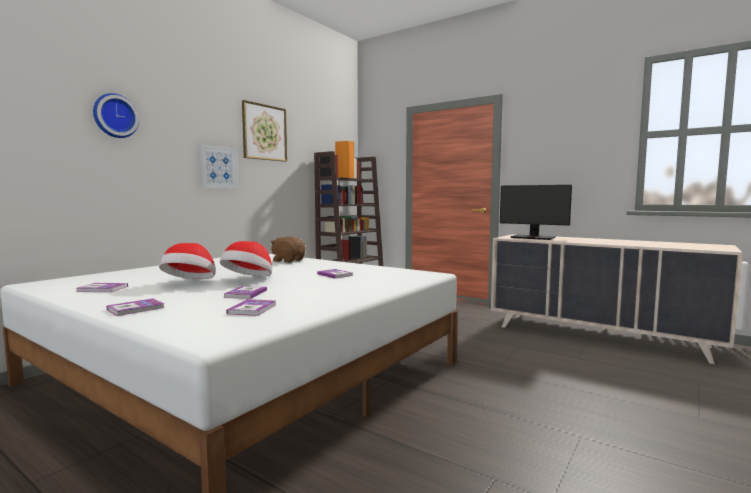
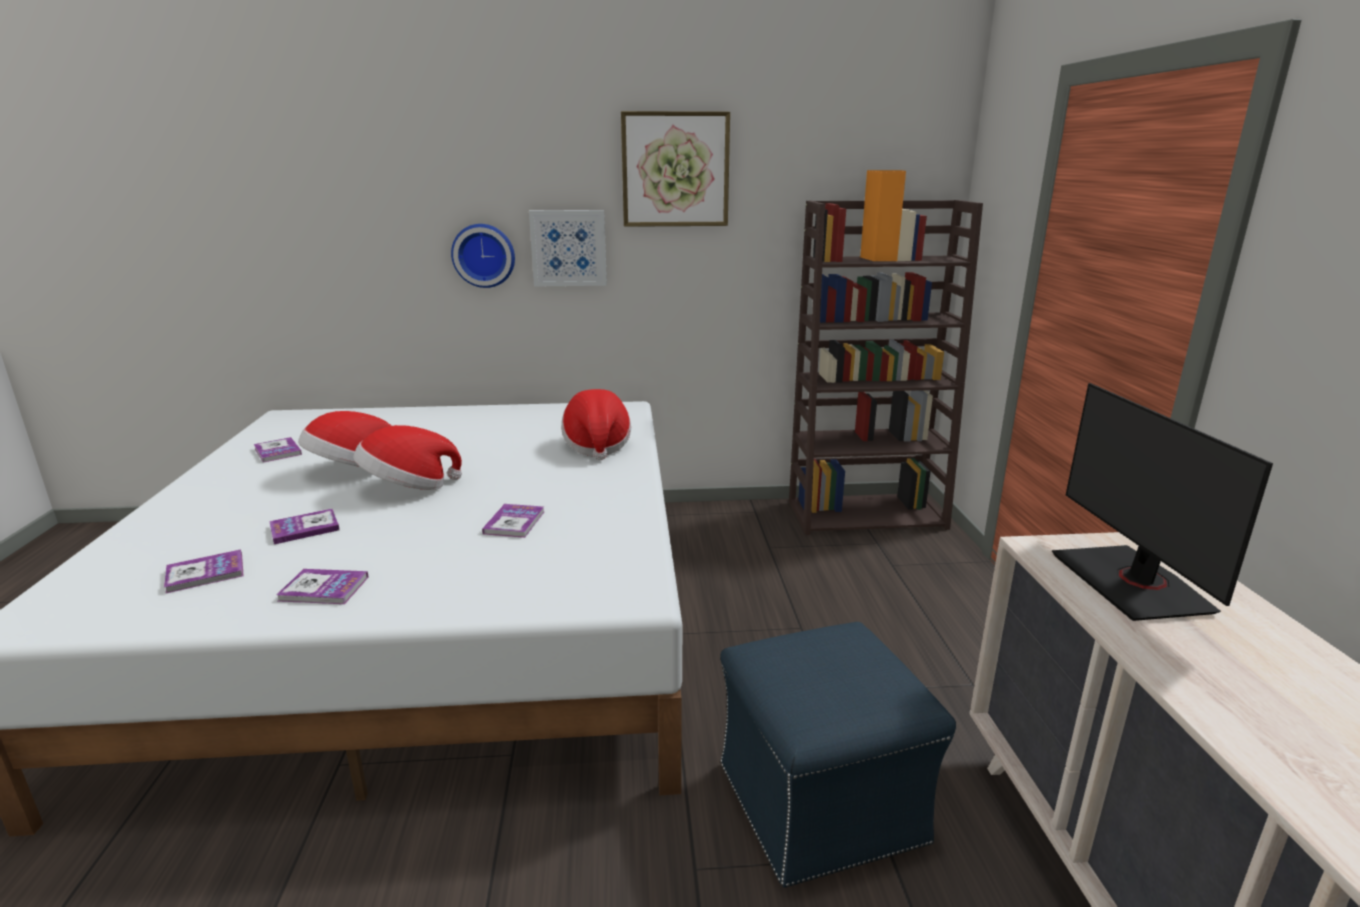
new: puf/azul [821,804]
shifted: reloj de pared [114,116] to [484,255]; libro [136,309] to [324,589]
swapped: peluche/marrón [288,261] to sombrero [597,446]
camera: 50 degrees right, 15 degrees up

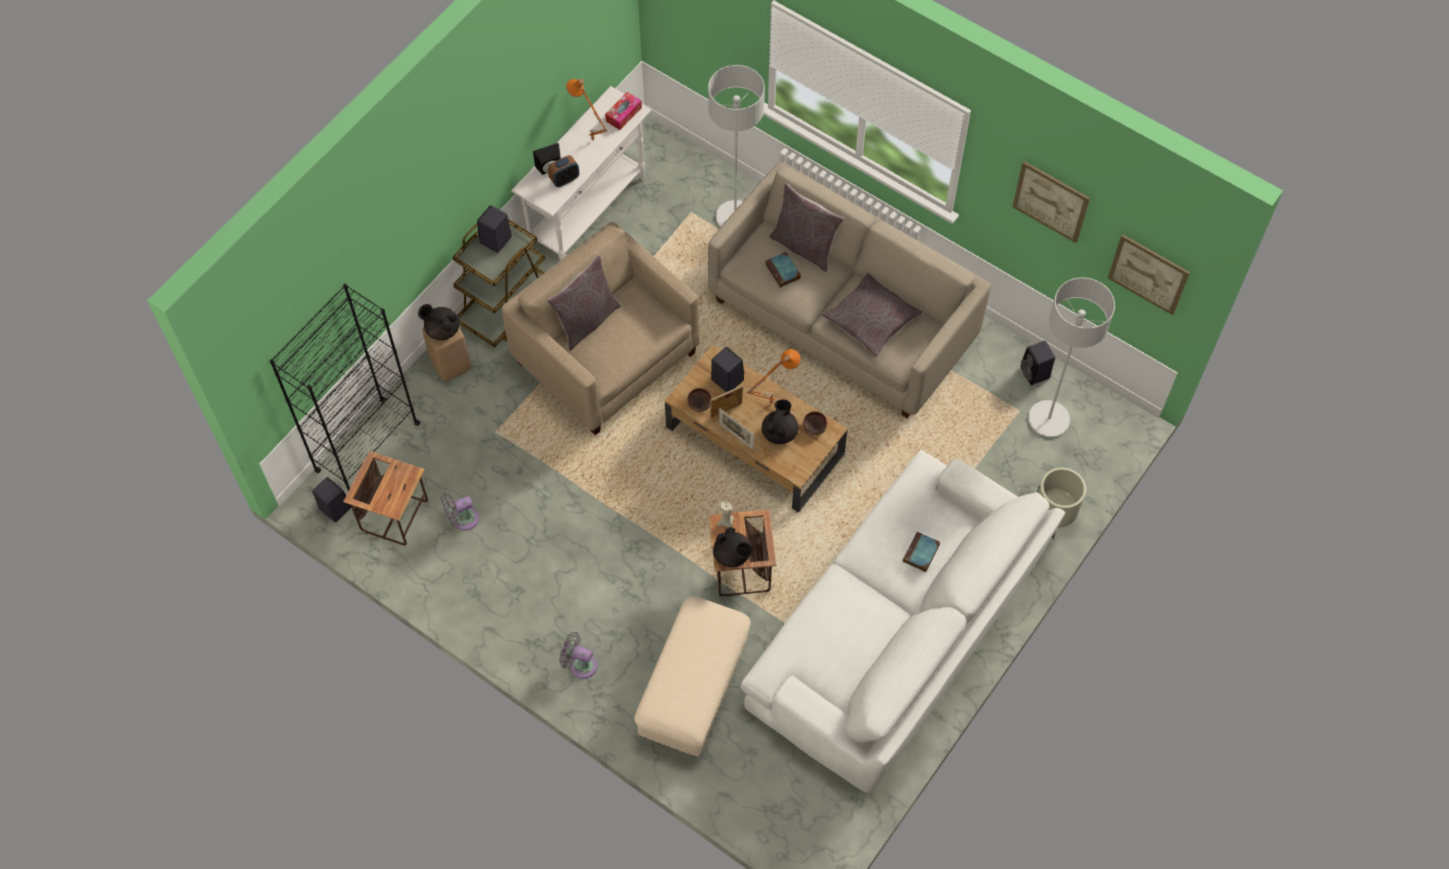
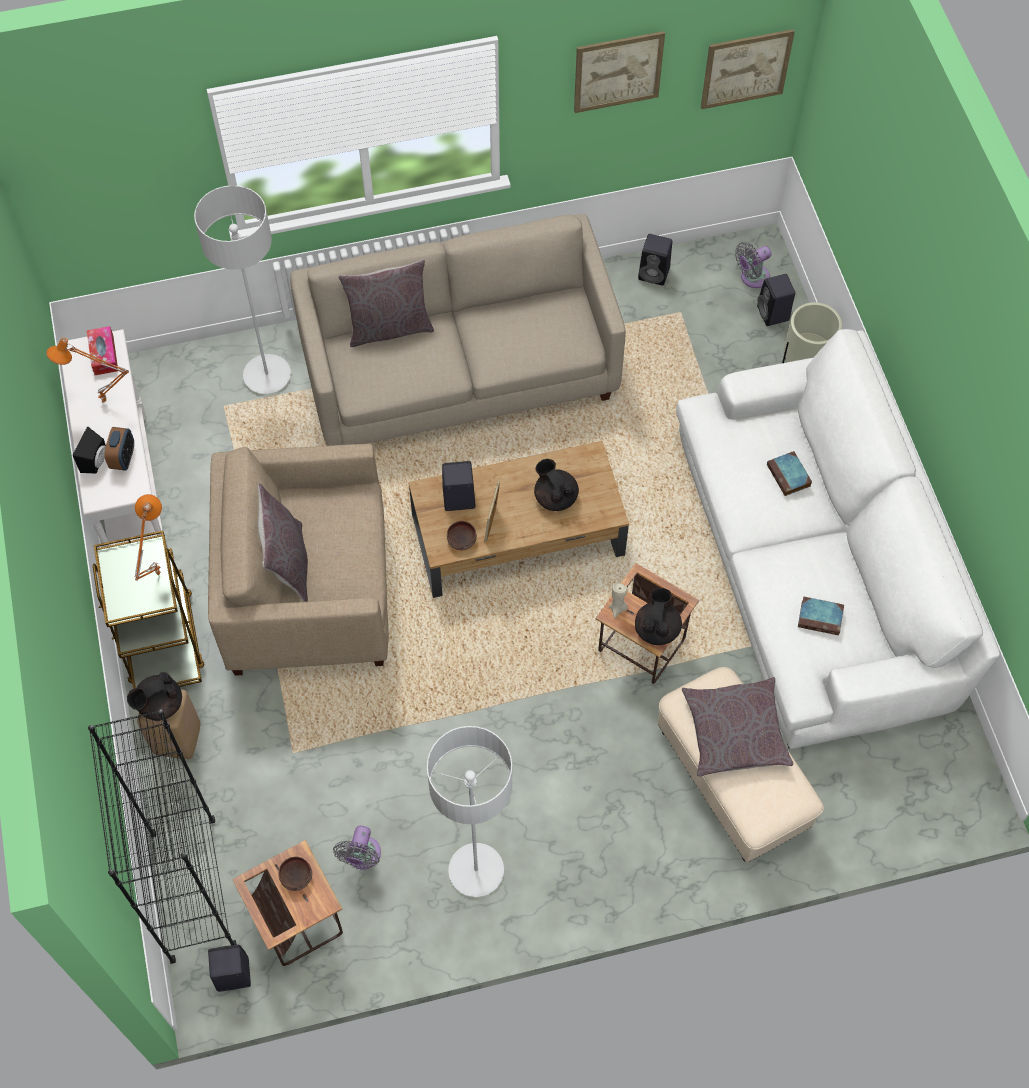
gone: portarretratos [736,437]
shifted: altavoz/negro [495,241] to [773,314]; libro [783,272] to [821,617]; cojín/gris [871,319] to [735,732]; lámpara de pie/gris [1048,419] to [476,870]; lámpara de mesa/naranja [771,402] to [157,573]; cuenco/marrón [814,427] to [297,877]; ventilador/gris [580,664] to [752,278]
rotated: tetera/negro [732,555] = [657,628] 75 degrees counterclockwise
camera: 50 degrees left, 0 degrees up

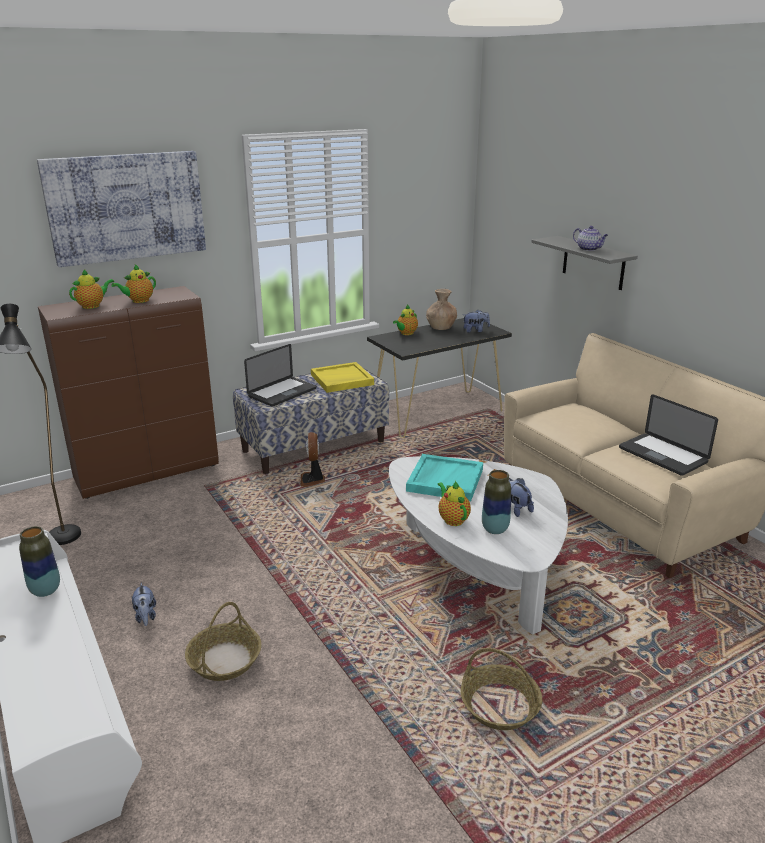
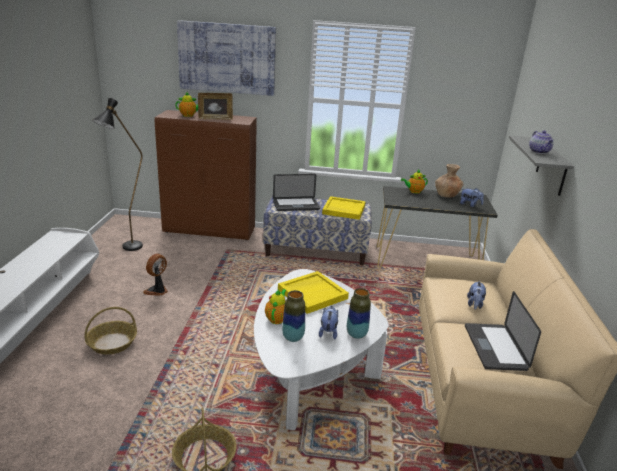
shifted: ventilador [312,480] to [157,291]; florero [45,590] to [356,334]; peluche [146,617] to [474,305]
swapped: tetera [138,301] to portarretratos [215,118]
repainted: bandeja/turquesa [444,480] to bandeja/amarillo [312,293]
camera: 35 degrees right, 0 degrees up

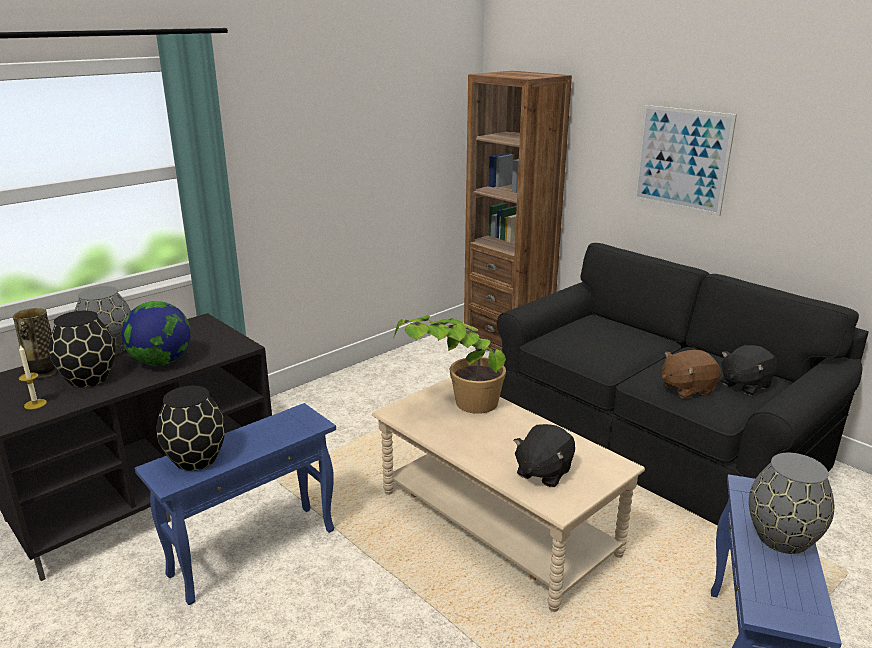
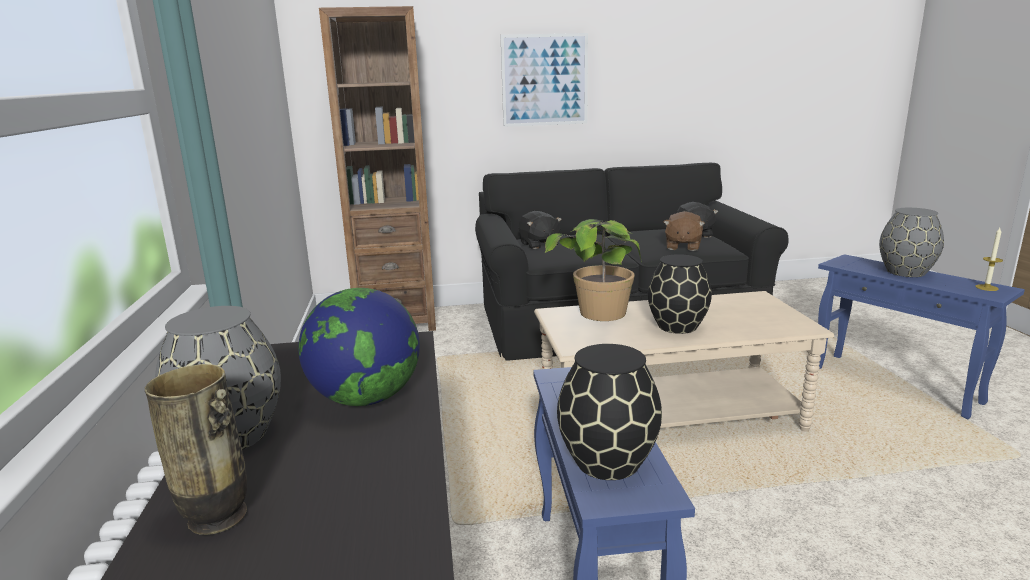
shifted: florero/negro [88,379] to [678,326]; vela [35,404] to [986,287]; peluche/negro [543,472] to [539,244]
camera: 55 degrees left, 5 degrees down

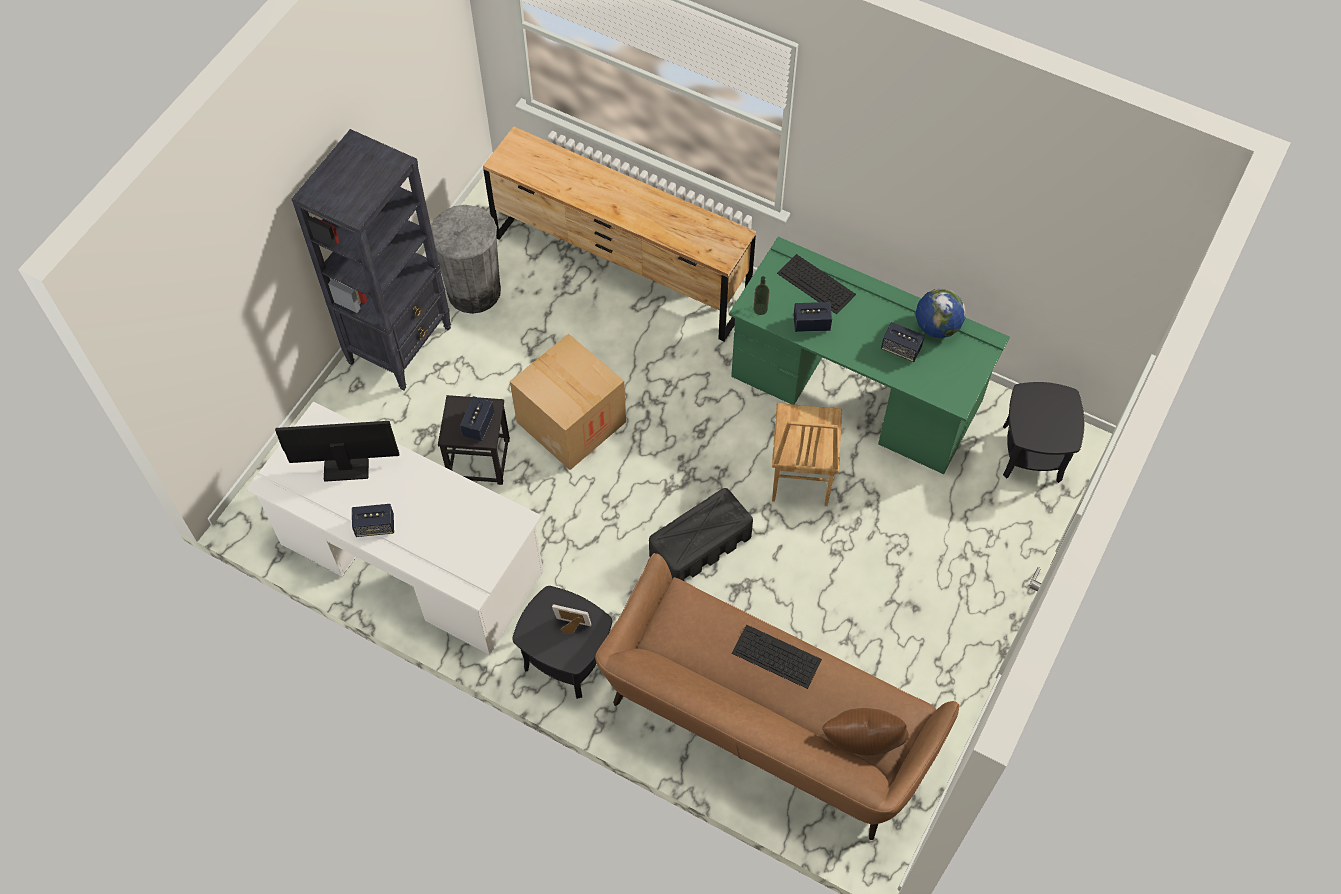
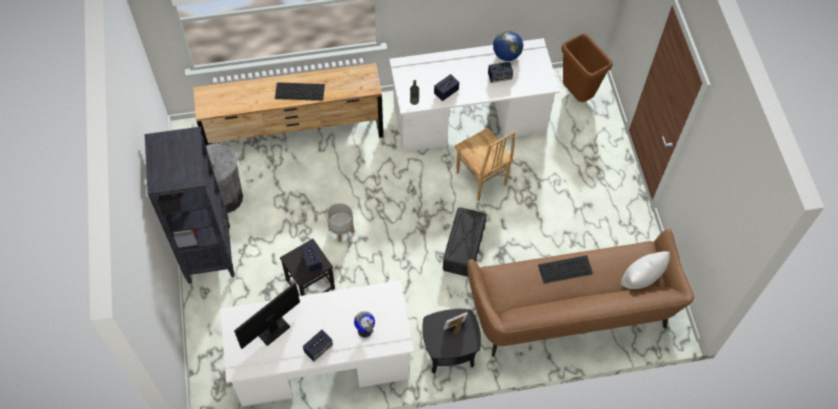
new: globo terráqueo [365,330]
shifted: teclado [817,284] to [300,91]
swapped: caja de cartón [571,422] to maceta/gris [341,231]; mesa auxiliar/negro [1031,453] to papelera/marrón [576,94]
repainted: escritorio/verde [856,389] to escritorio/blanco [469,118]; cojín/marrón [862,746] to cojín/blanco [640,282]
camera: 40 degrees left, 0 degrees up

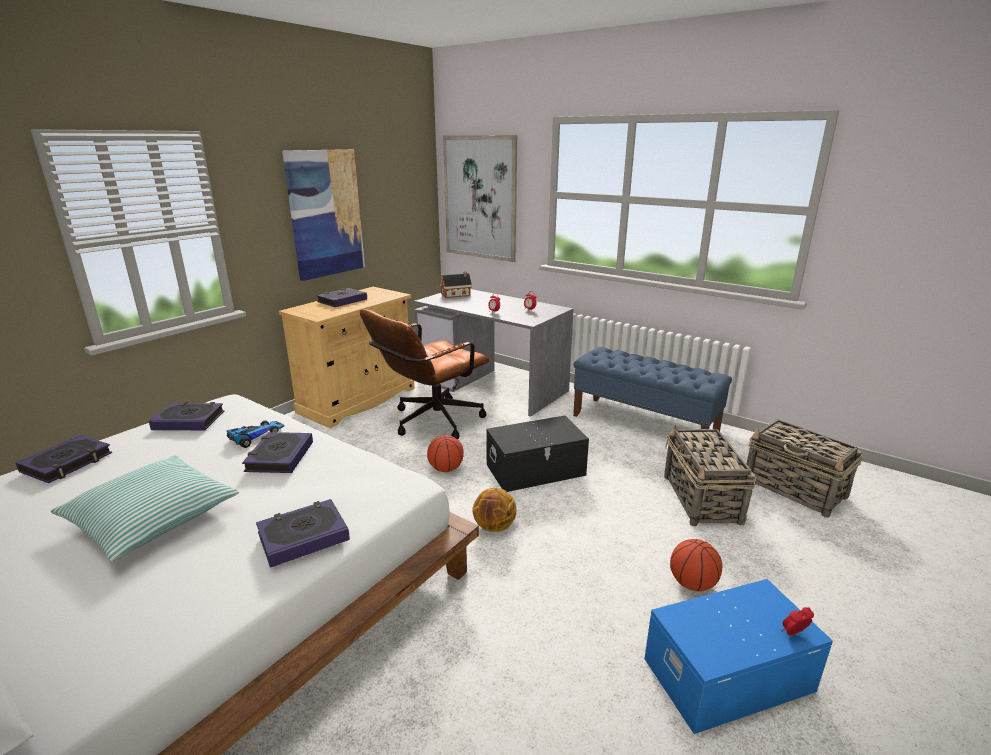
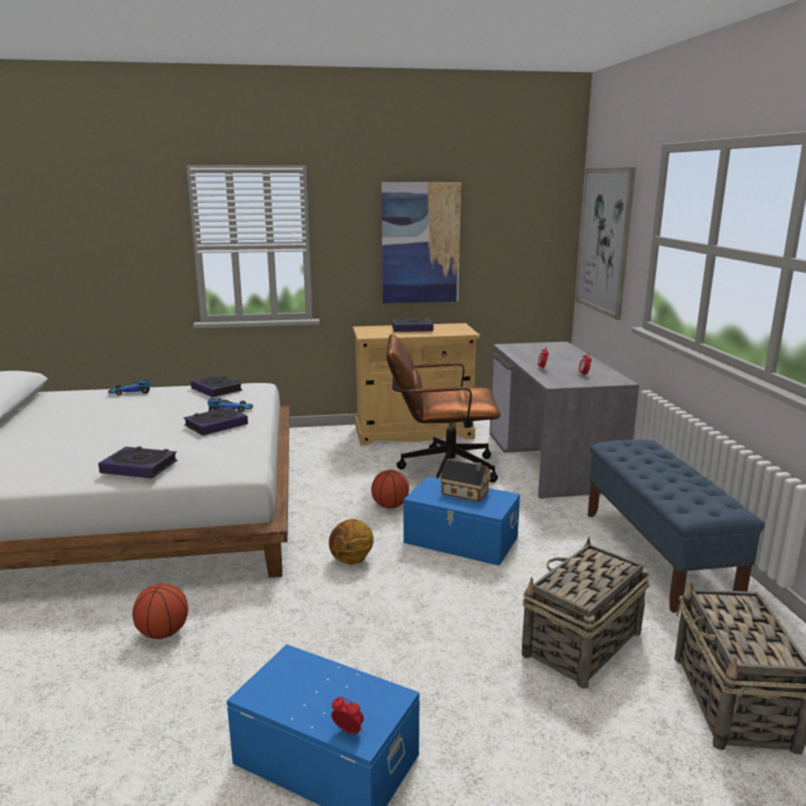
gone: cojín [152,517]
shifted: casita [457,294] to [466,493]; balón de baloncesto [692,584] to [163,633]
swapped: libro [67,463] to coche de juguete [131,392]
repainted: caja de almacenaje/negro [536,470] to caja de almacenaje/azul [460,540]
camera: 45 degrees right, 5 degrees down

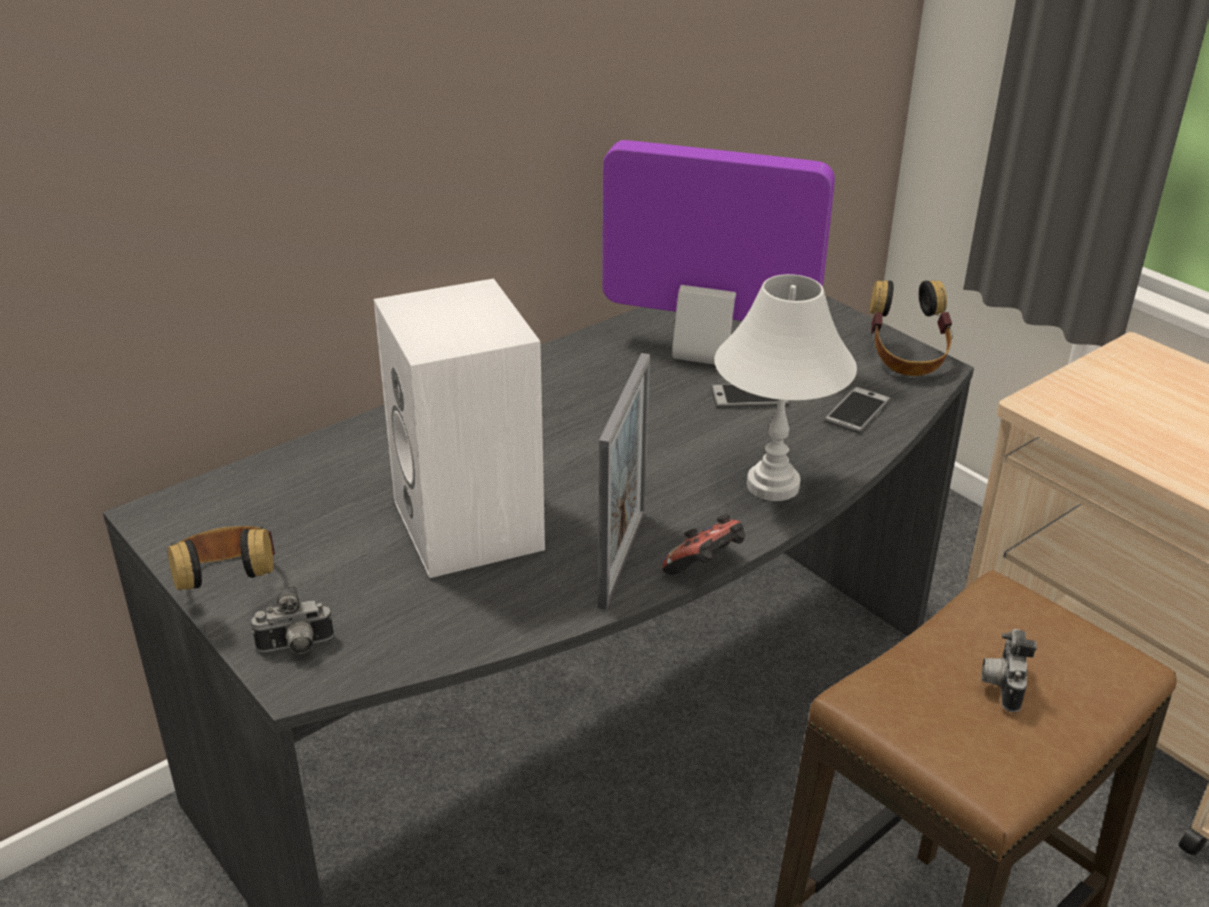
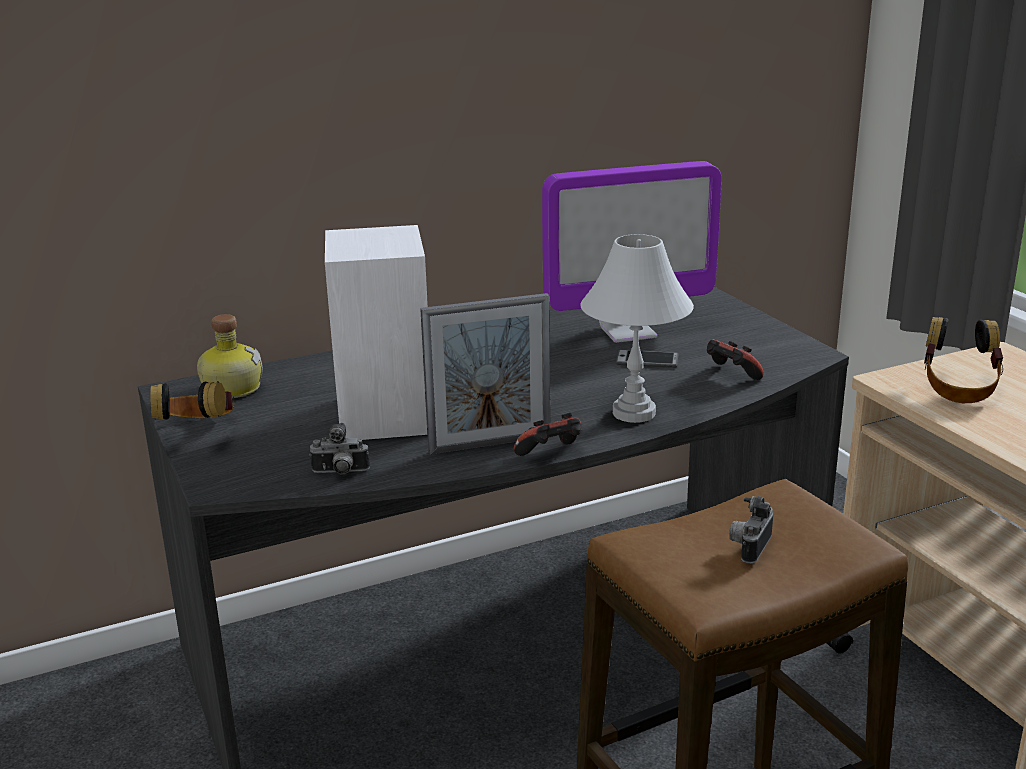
new: botella [231,388]
shifted: auriculares [906,357] to [958,389]; cámara [296,648] to [340,473]
swapped: móvil [857,411] to mando de consola [731,375]
rotated: monitor [705,352] = [627,331] 135 degrees clockwise; portarretratos [622,558] = [490,444] 45 degrees clockwise
camera: 15 degrees right, 10 degrees down

